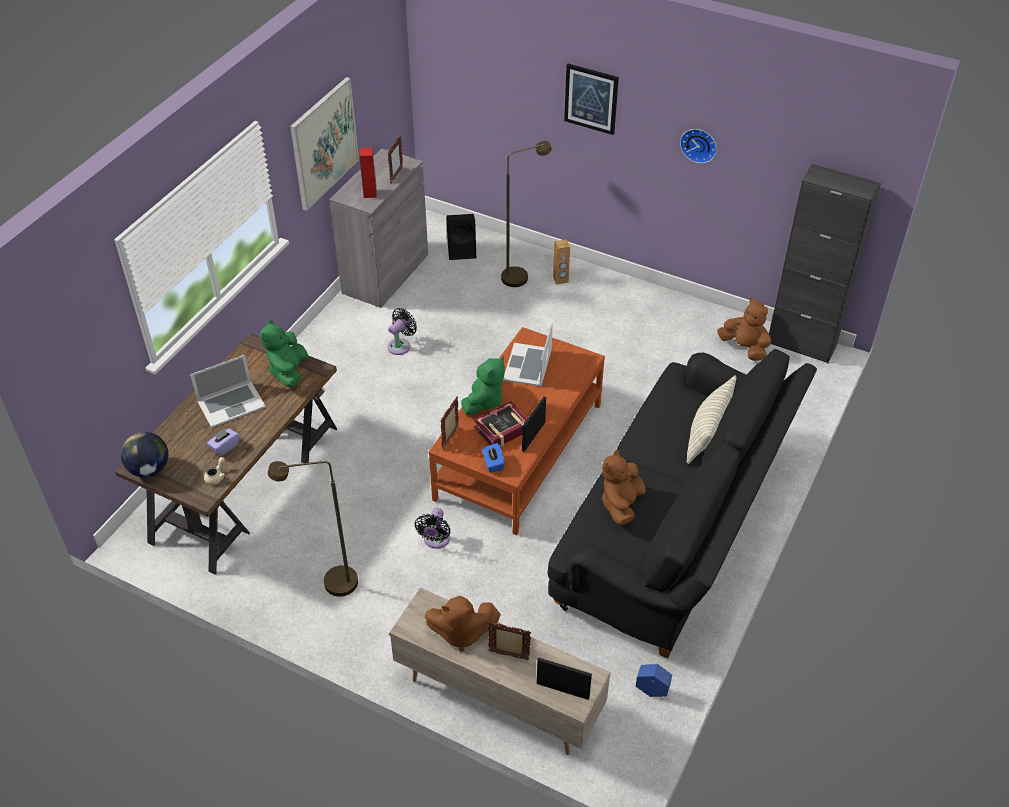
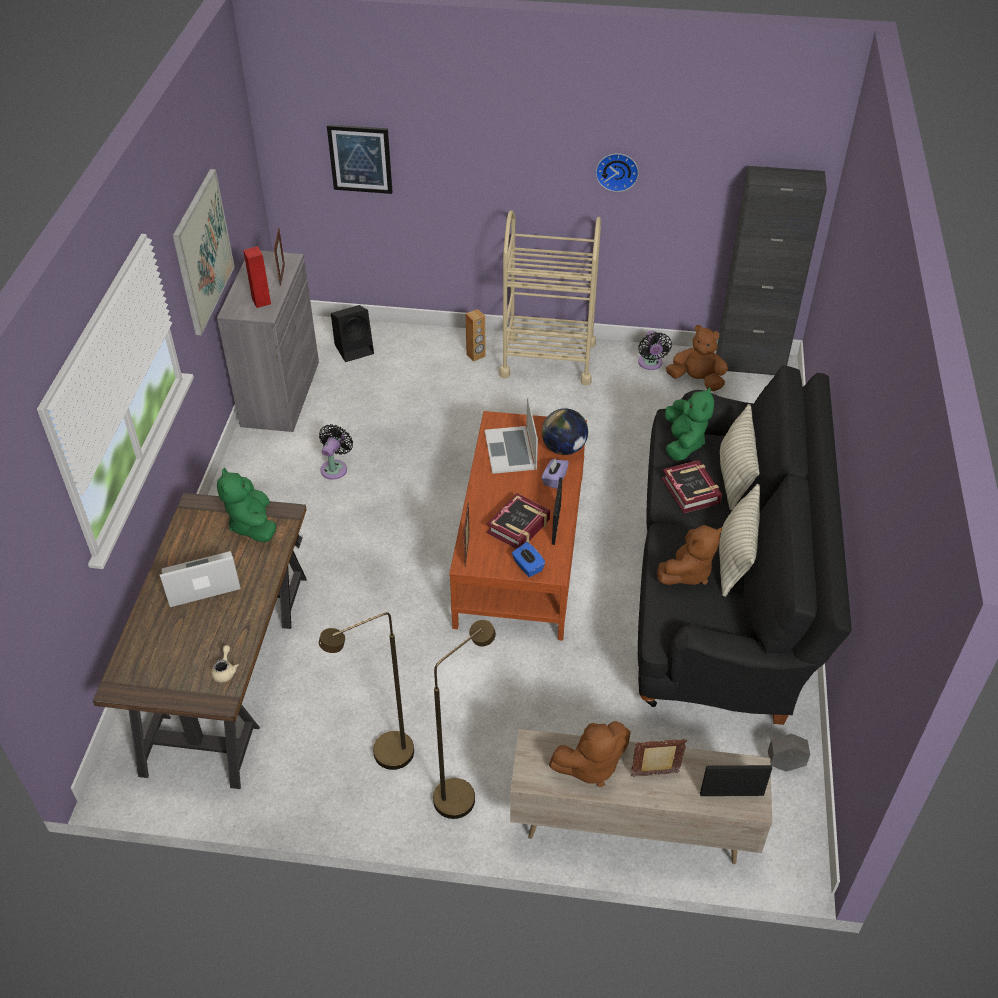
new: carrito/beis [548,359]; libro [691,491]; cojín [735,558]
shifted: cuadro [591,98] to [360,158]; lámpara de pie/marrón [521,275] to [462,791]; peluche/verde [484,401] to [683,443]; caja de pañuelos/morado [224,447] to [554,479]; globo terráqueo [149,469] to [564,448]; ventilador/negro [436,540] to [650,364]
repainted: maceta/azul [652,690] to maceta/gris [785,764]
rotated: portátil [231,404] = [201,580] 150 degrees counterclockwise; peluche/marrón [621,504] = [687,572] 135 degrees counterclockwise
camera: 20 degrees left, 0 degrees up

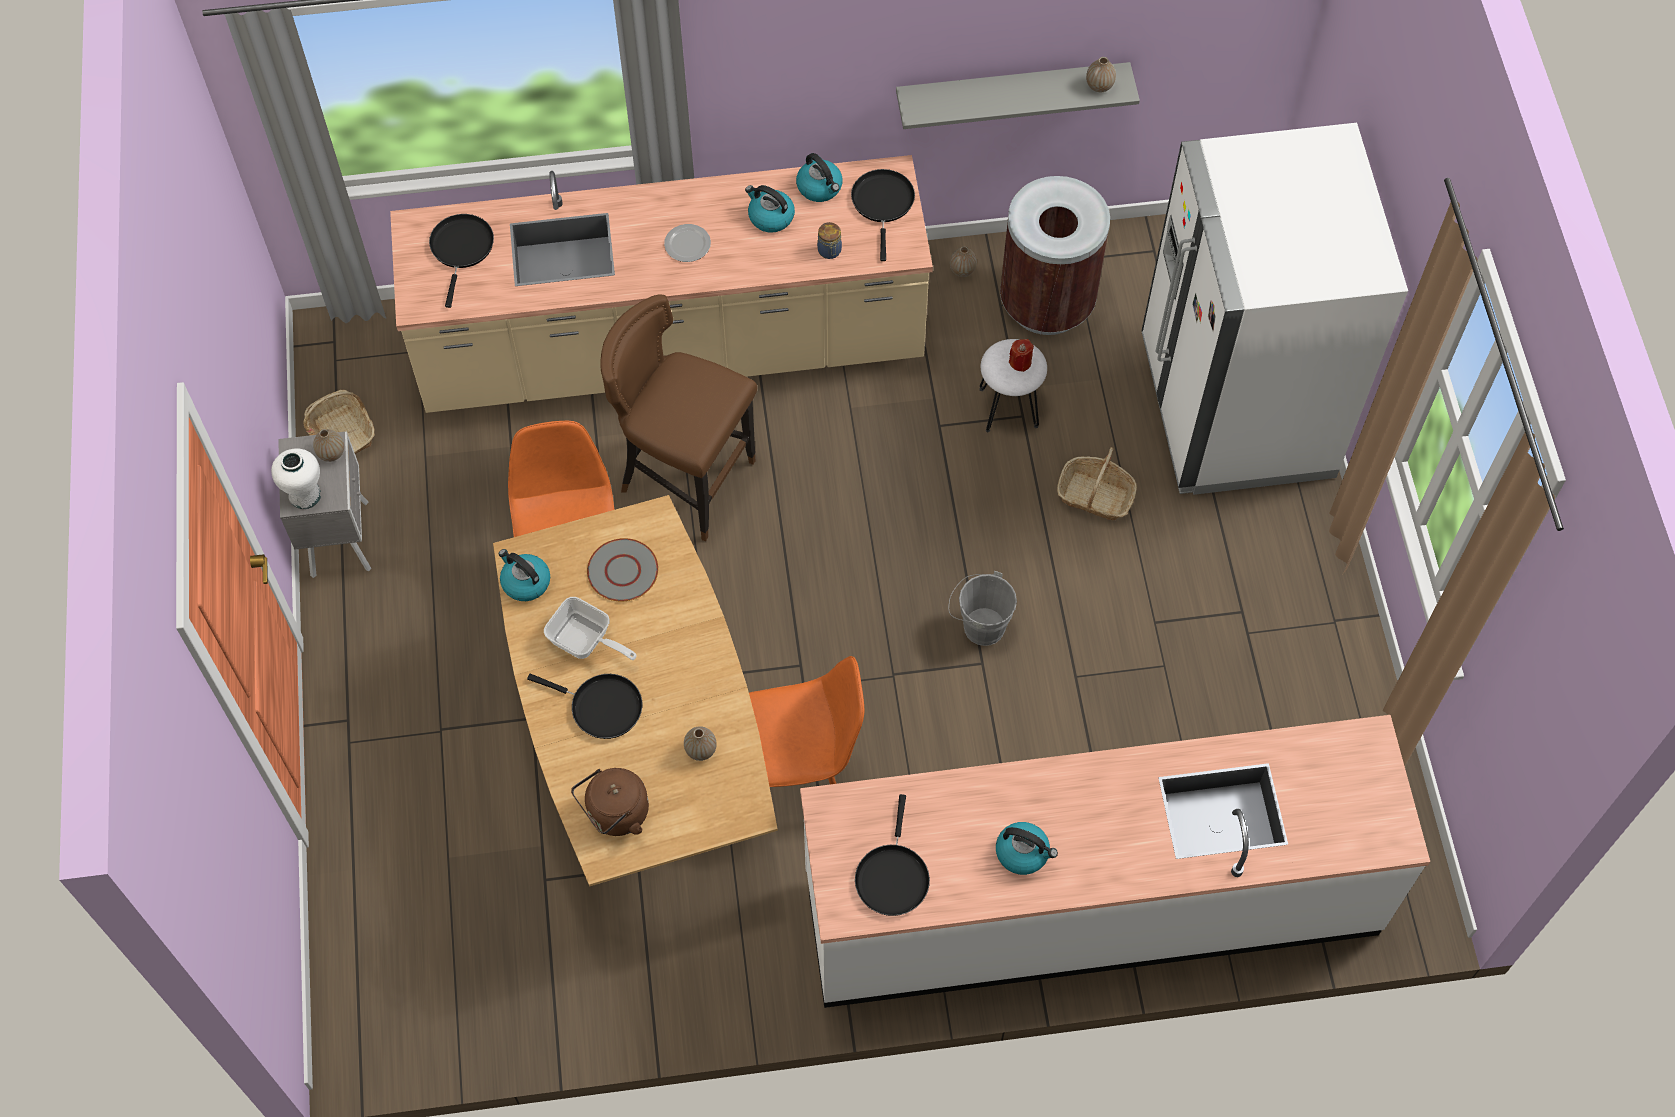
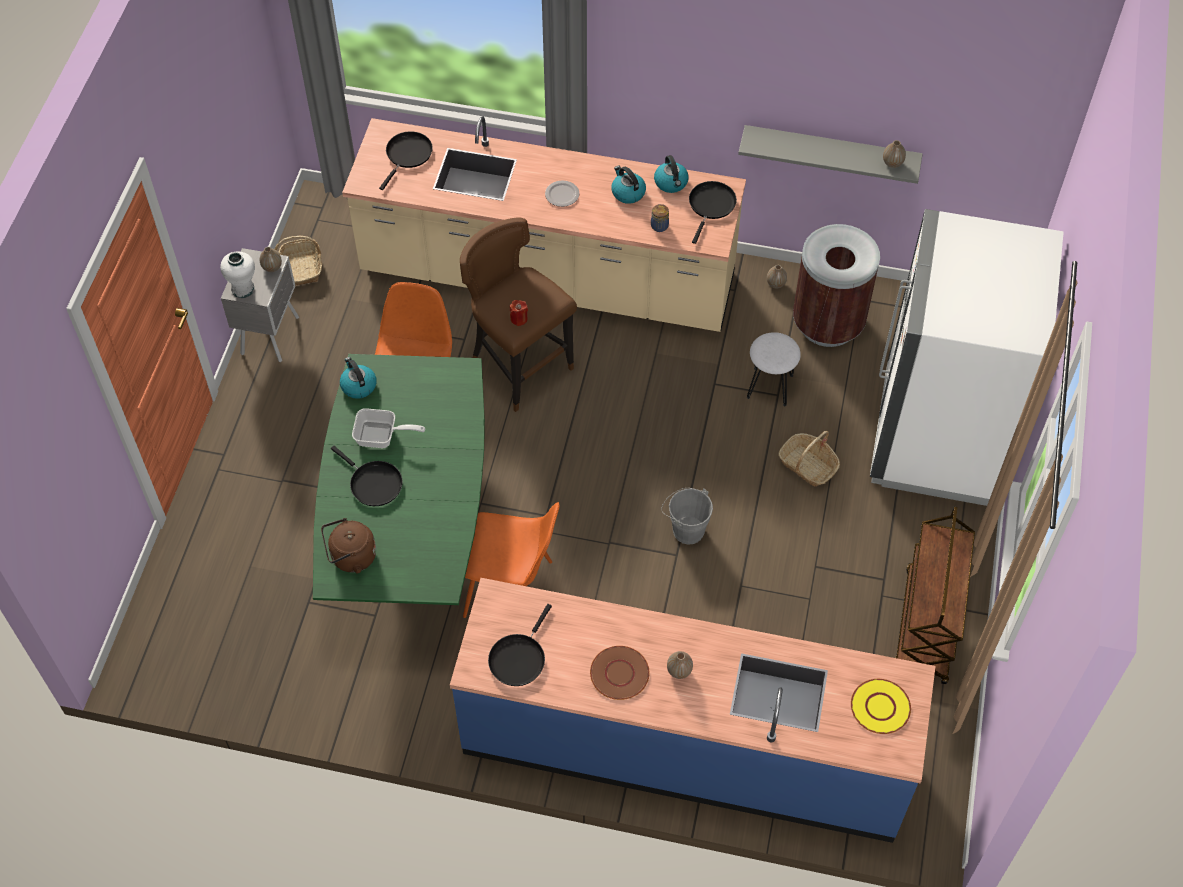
gone: plato/gris [623,571]
new: carrito/marrón [926,627]; plato/amarillo [880,707]
shifted: vela/rojo [1020,362] to [519,319]; florero [701,750] to [679,671]
swapped: hervidor [1023,853] to plato/marrón [619,673]
repainted: mesa de comedor/marrón [644,753] to mesa de comedor/verde [412,540]; mueble bajo de cocina/blanco [1090,902] to mueble bajo de cocina/azul [685,746]
rotated: sartén [585,641] = [382,437] 45 degrees counterclockwise
camera: 20 degrees right, 5 degrees down

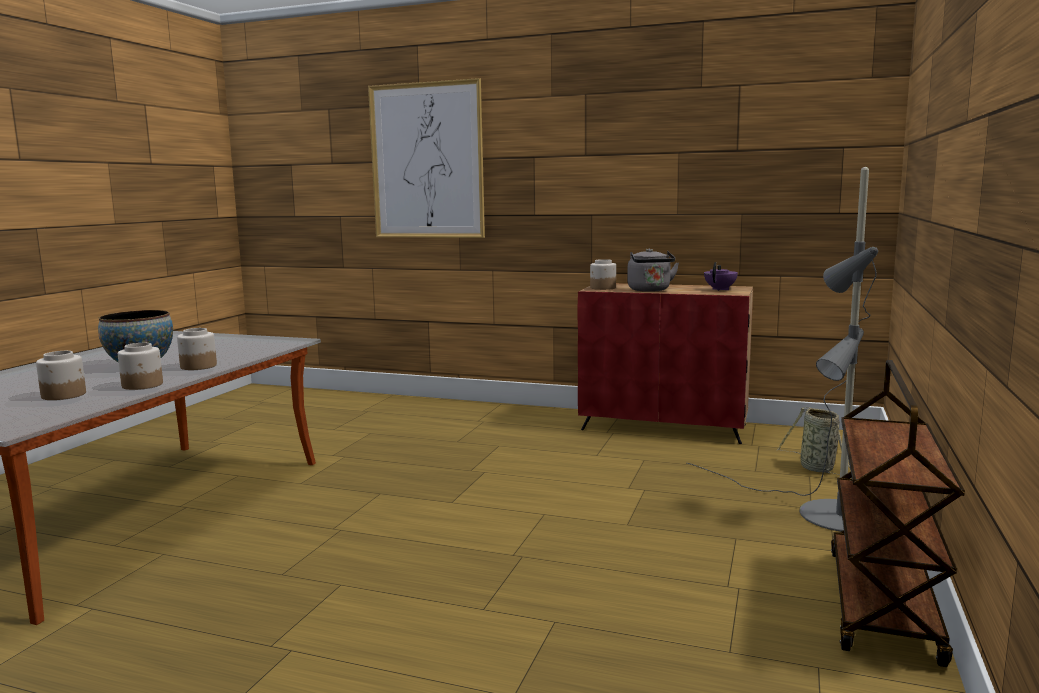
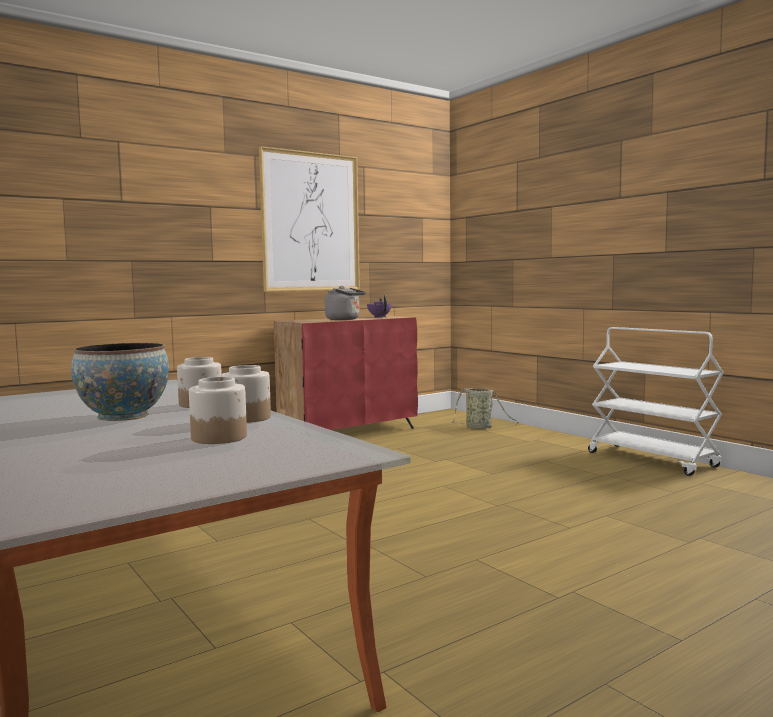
gone: lámpara de pie/gris [823,511]; tarro [603,288]
shifted: cuadro [427,161] to [311,222]
repainted: carrito/marrón [883,605] to carrito/blanco [653,459]
camera: 55 degrees left, 5 degrees down

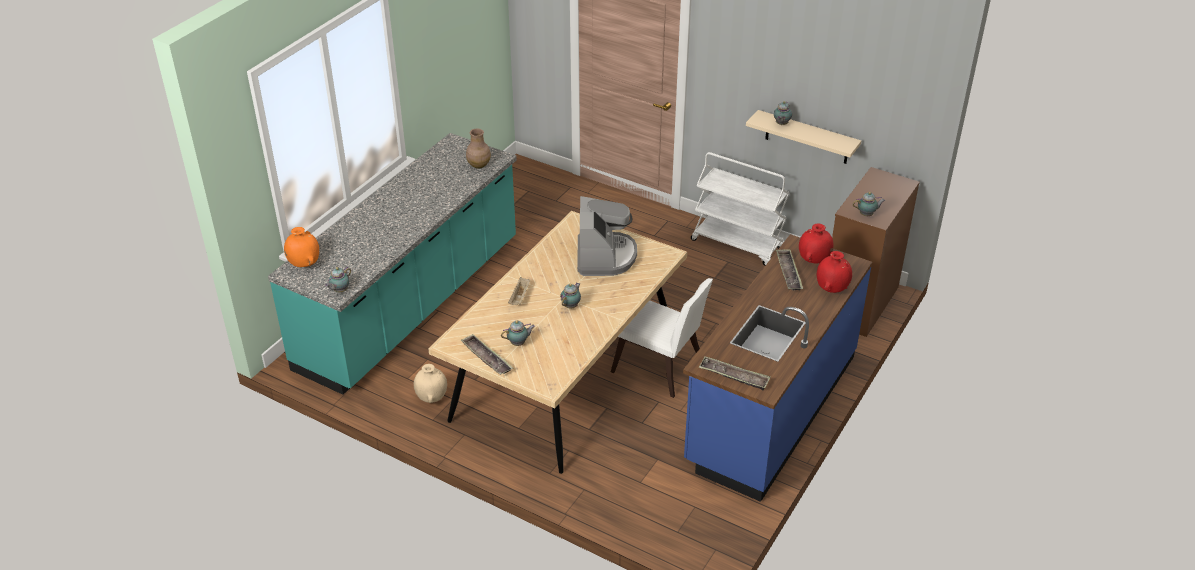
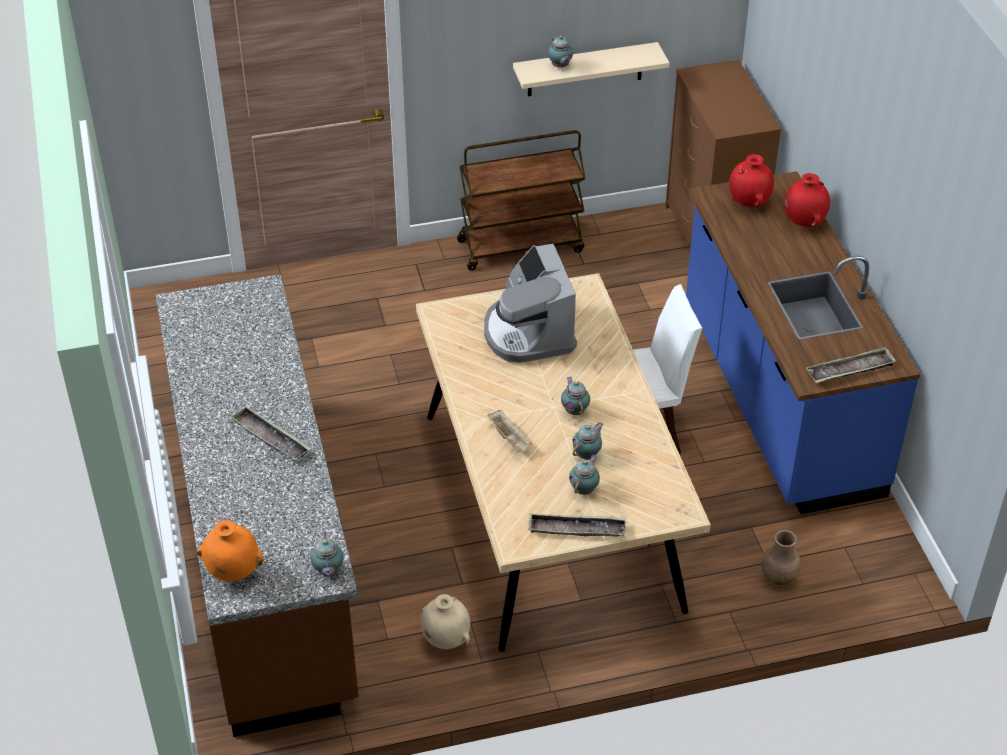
shifted: florero/marrón [478,165] to [778,577]; tetera [867,215] to [587,454]; bandeja [788,273] to [270,437]
repainted: mueble bajo de cocina/turquesa [411,304] to mueble bajo de cocina/marrón [266,552]; carrito/blanco [738,244] to carrito/marrón [521,245]
rotated: cafetera [605,257] = [528,333] 150 degrees counterclockwise
camera: 45 degrees left, 5 degrees up

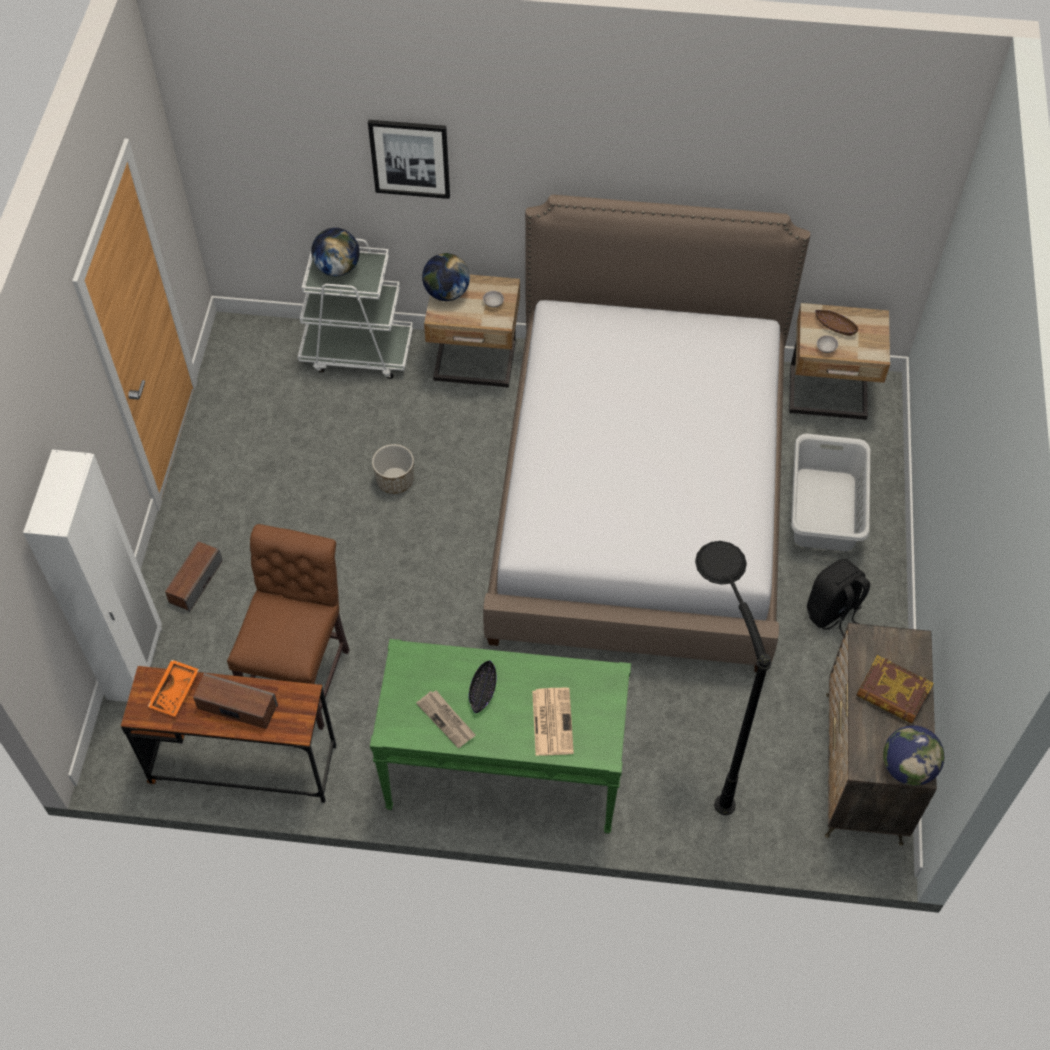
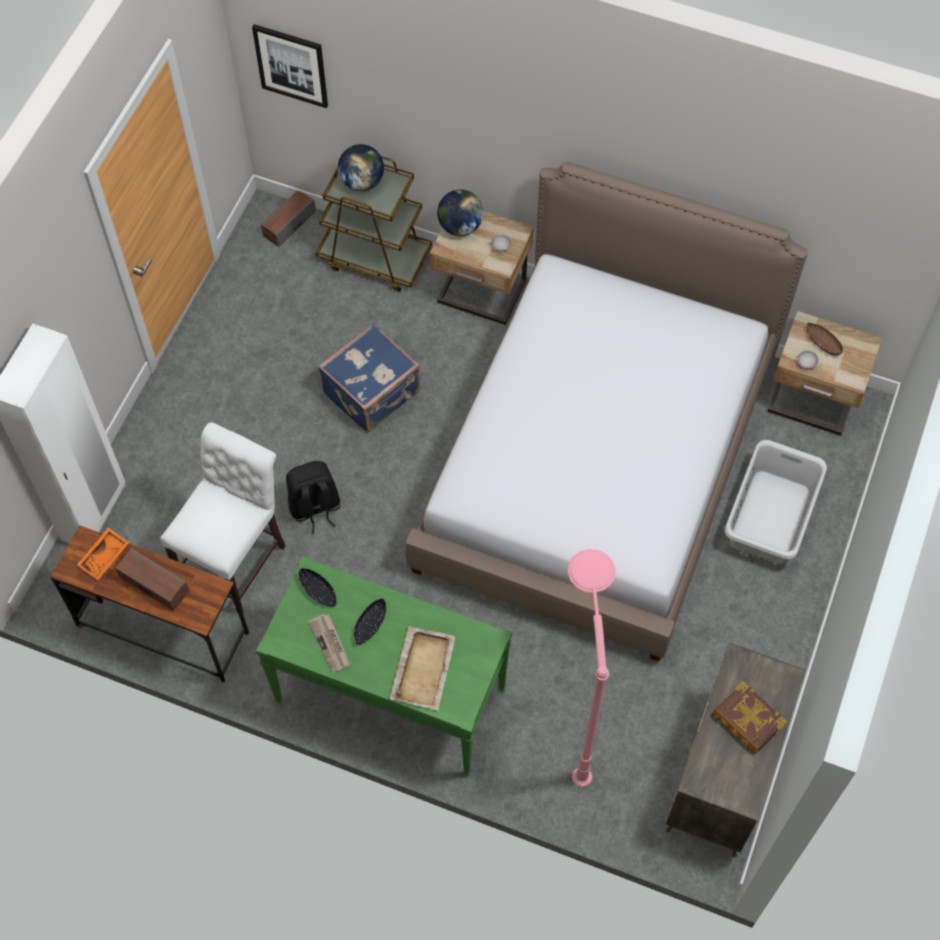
gone: globo terráqueo [907,767]
new: cuenco/negro [318,591]
shifted: cuadro [410,158] to [291,65]; altavoz [195,581] to [289,223]; mochila/negro [833,613] to [315,508]
swapped: maceta [395,480] to maleta/azul [373,393]; periódico [552,721] to bandeja/beis [423,668]
repainted: carrito/blanco [357,351] to carrito/marrón [375,258]; silla/marrón [302,674] to silla/blanco [236,559]; lámpara de pie/negro [698,747] to lámpara de pie/rosa [575,716]
camera: 15 degrees right, 5 degrees up

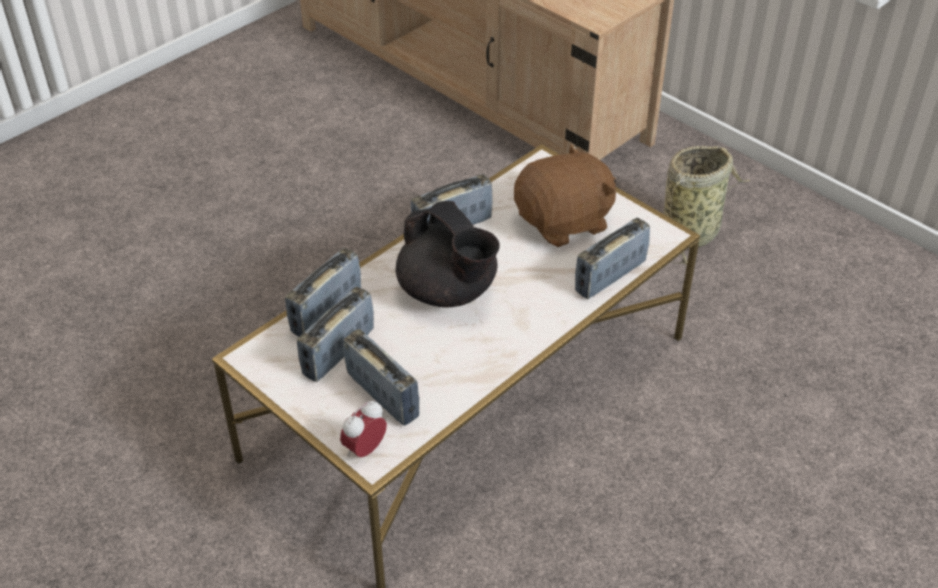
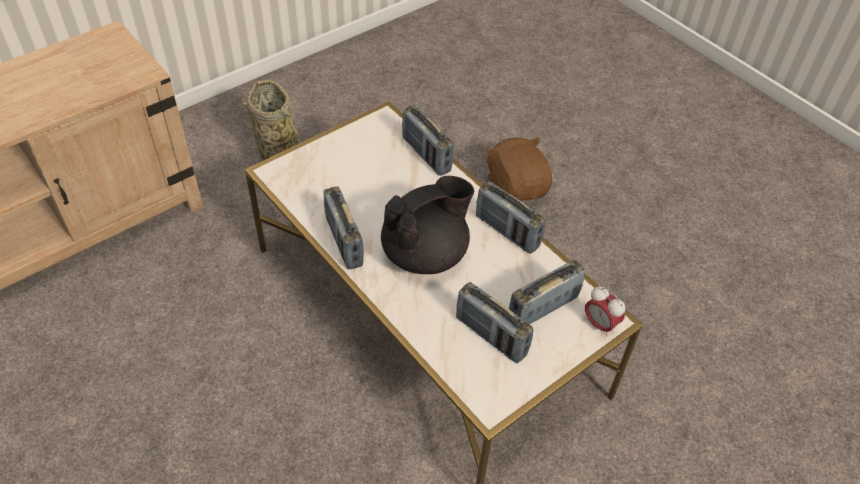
shifted: peluche/marrón [564,222] to [516,187]; radio [326,311] to [507,232]
camera: 85 degrees left, 5 degrees up

